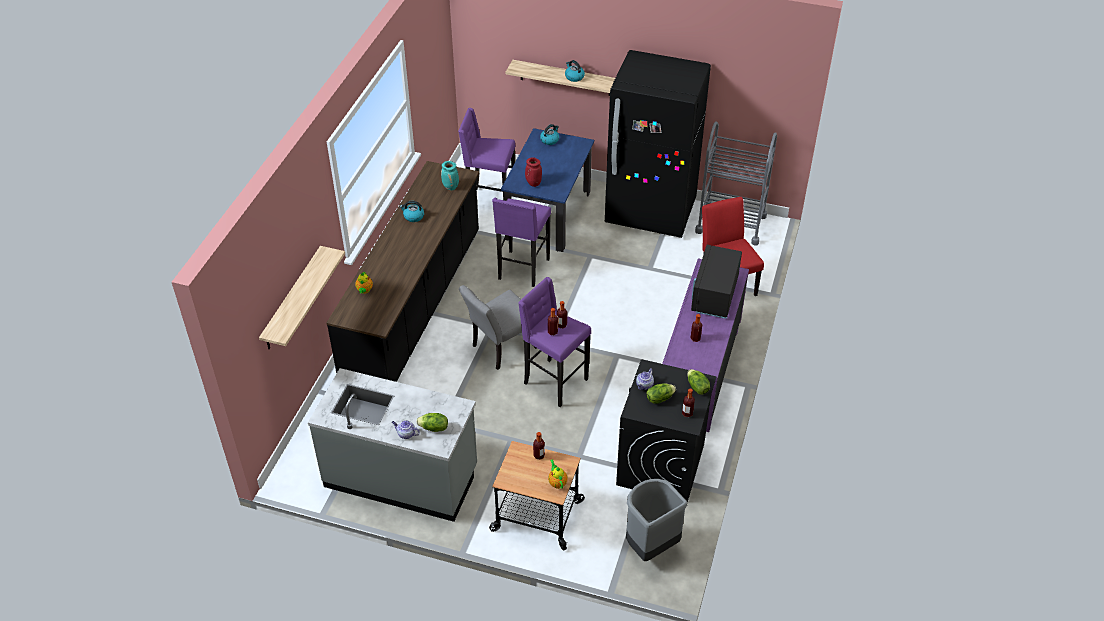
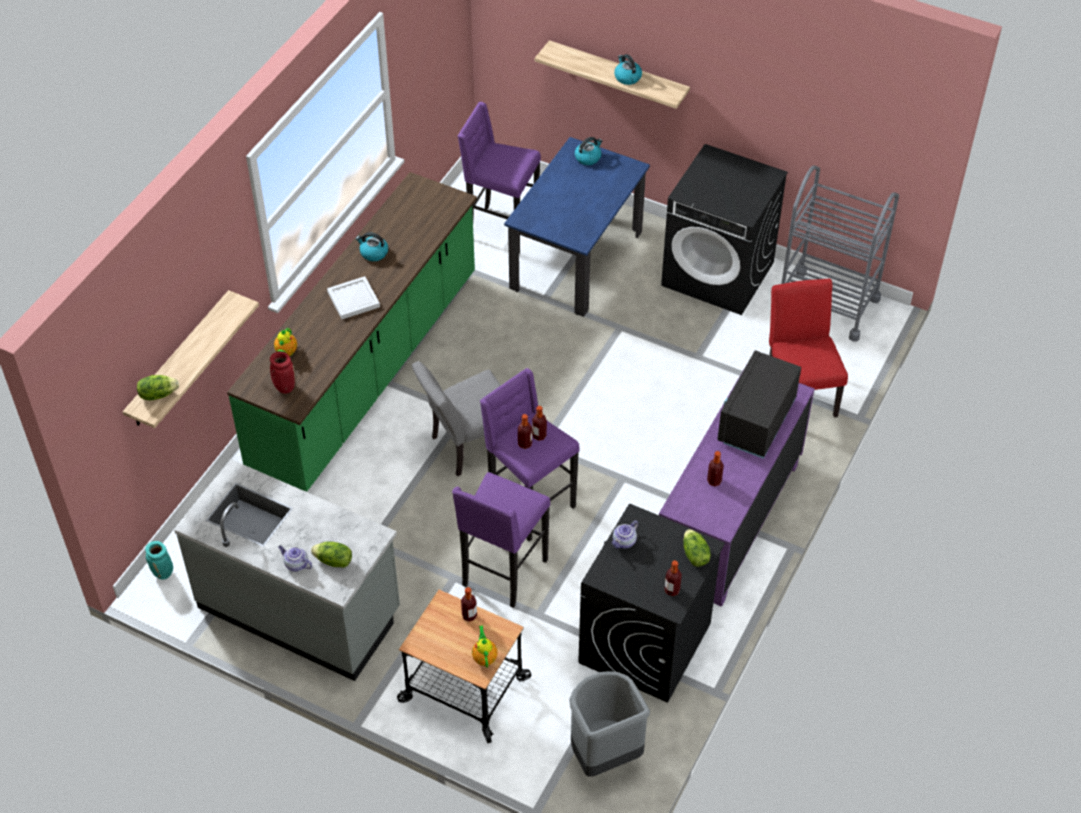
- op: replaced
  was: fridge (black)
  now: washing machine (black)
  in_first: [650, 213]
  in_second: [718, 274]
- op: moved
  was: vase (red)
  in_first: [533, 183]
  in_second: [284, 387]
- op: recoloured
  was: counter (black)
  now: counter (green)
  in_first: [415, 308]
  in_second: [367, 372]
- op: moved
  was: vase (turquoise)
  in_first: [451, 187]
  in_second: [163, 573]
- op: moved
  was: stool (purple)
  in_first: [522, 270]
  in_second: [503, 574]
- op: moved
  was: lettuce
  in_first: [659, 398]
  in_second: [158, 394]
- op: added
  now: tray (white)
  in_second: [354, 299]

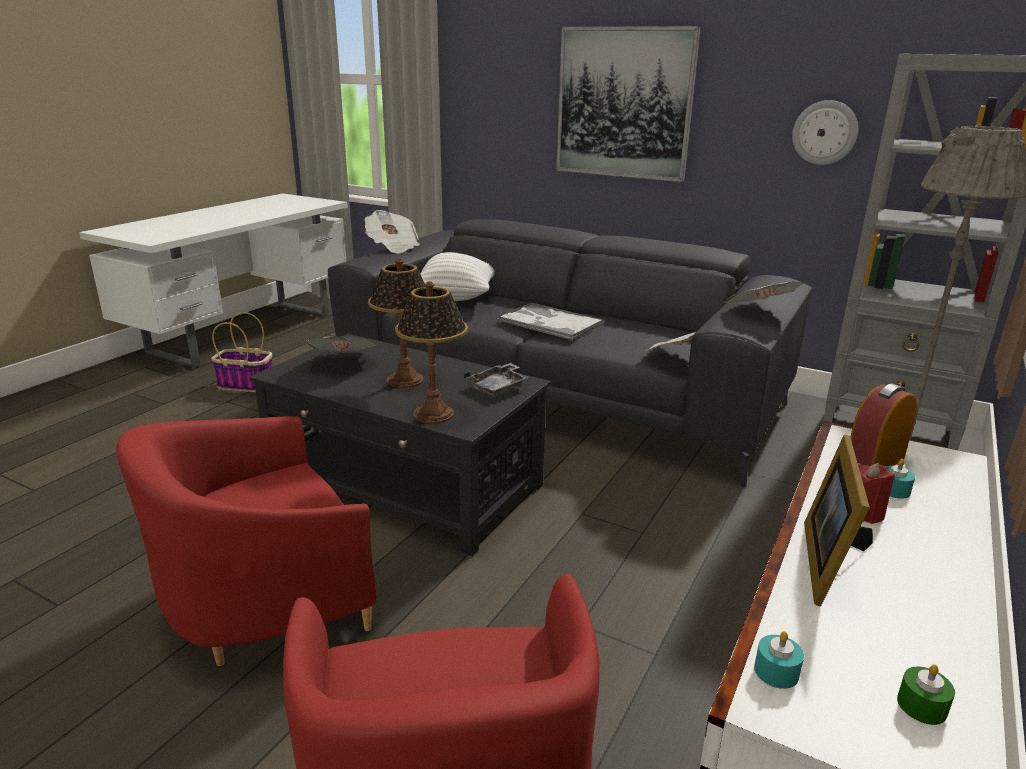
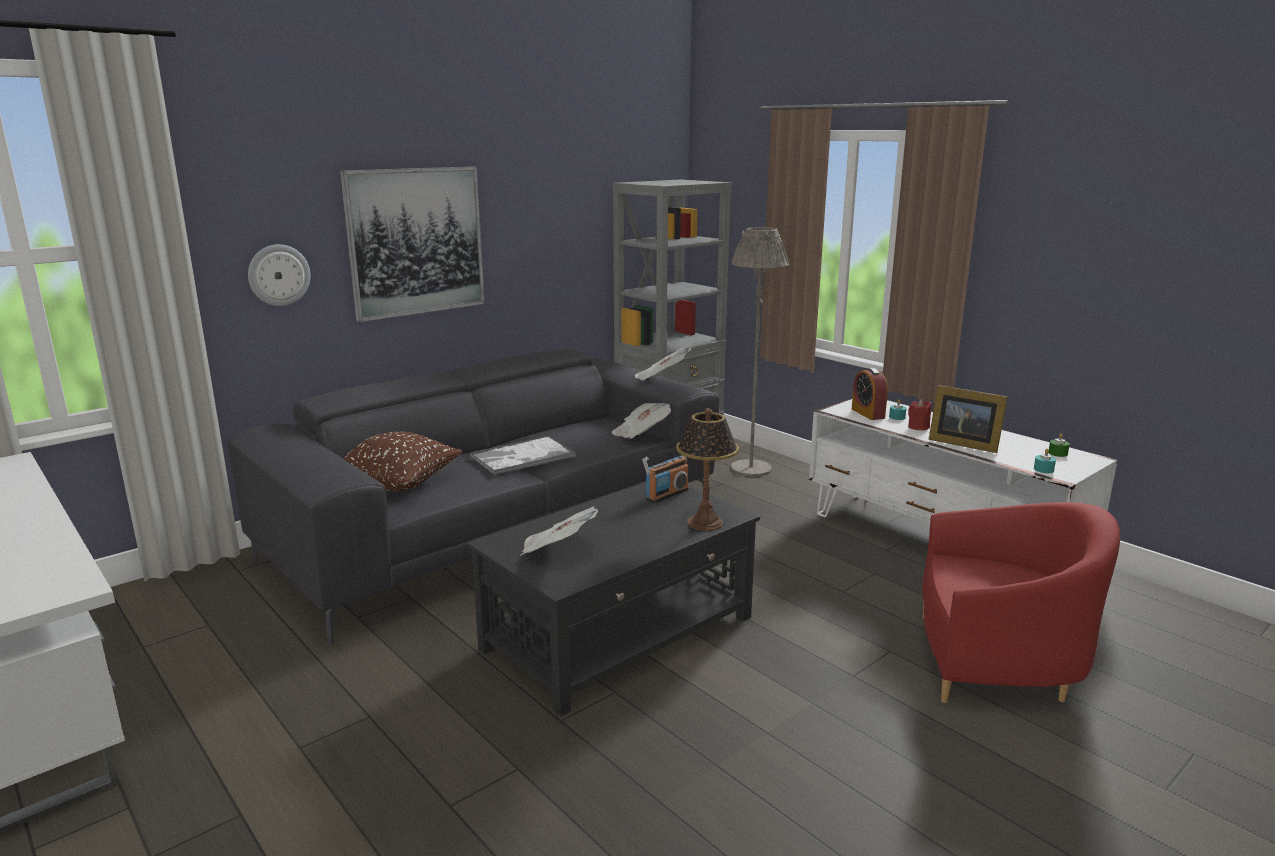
- op: moved
  was: wall clock
  in_first: [825, 132]
  in_second: [278, 275]
- op: removed
  was: newspaper
  in_first: [392, 247]
- op: recoloured
  was: pillow (white)
  now: pillow (brown)
  in_first: [455, 298]
  in_second: [399, 483]
- op: removed
  was: table lamp
  in_first: [404, 380]
- op: removed
  was: basket
  in_first: [247, 385]
- op: replaced
  was: tray (grey)
  now: radio
  in_first: [498, 387]
  in_second: [666, 494]
- op: removed
  was: armchair (red)
  in_first: [266, 601]

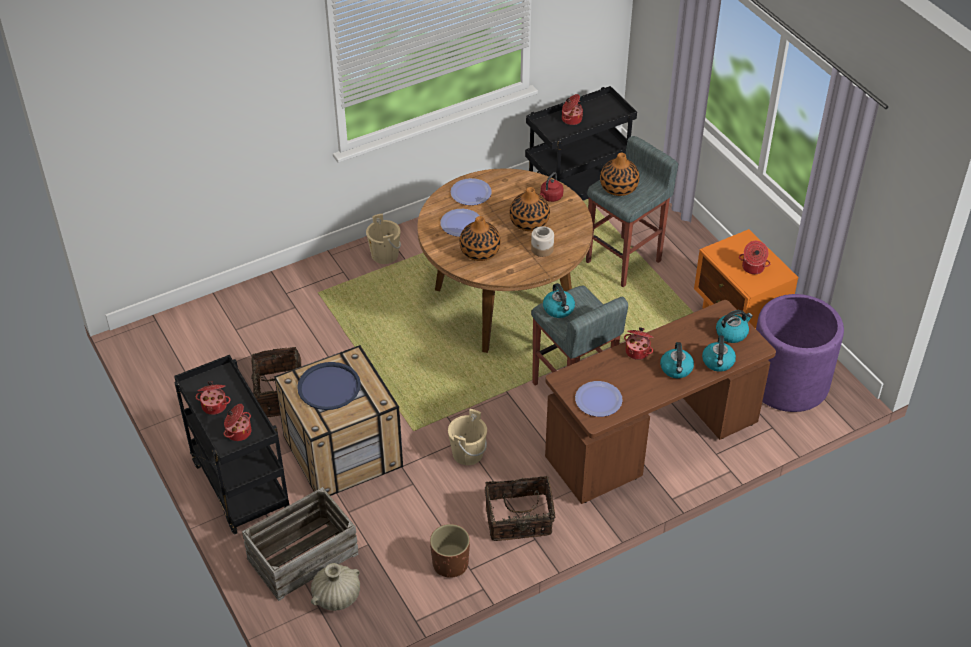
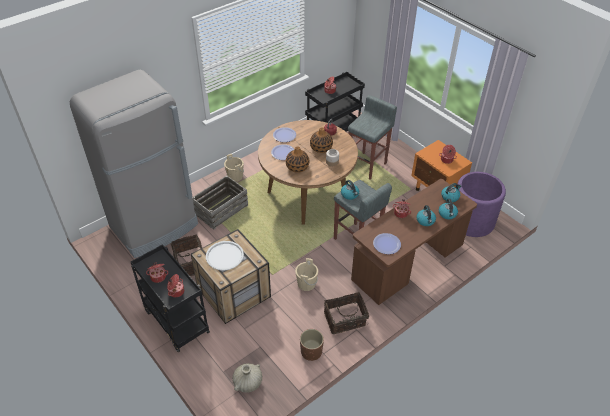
- op: removed
  was: vase
  in_first: [618, 187]
- op: recoloured
  was: tray (blue)
  now: tray (white)
  in_first: [329, 387]
  in_second: [224, 256]
- op: moved
  was: crate
  in_first: [303, 557]
  in_second: [221, 210]
- op: added
  now: fridge (grey)
  in_second: [155, 226]

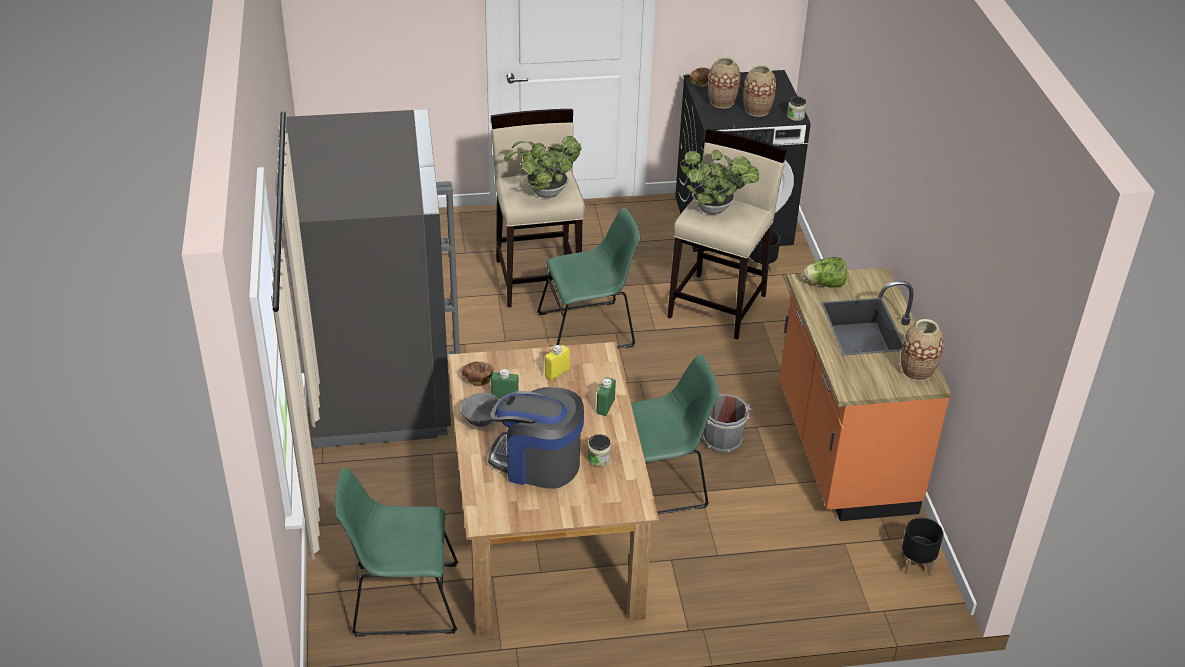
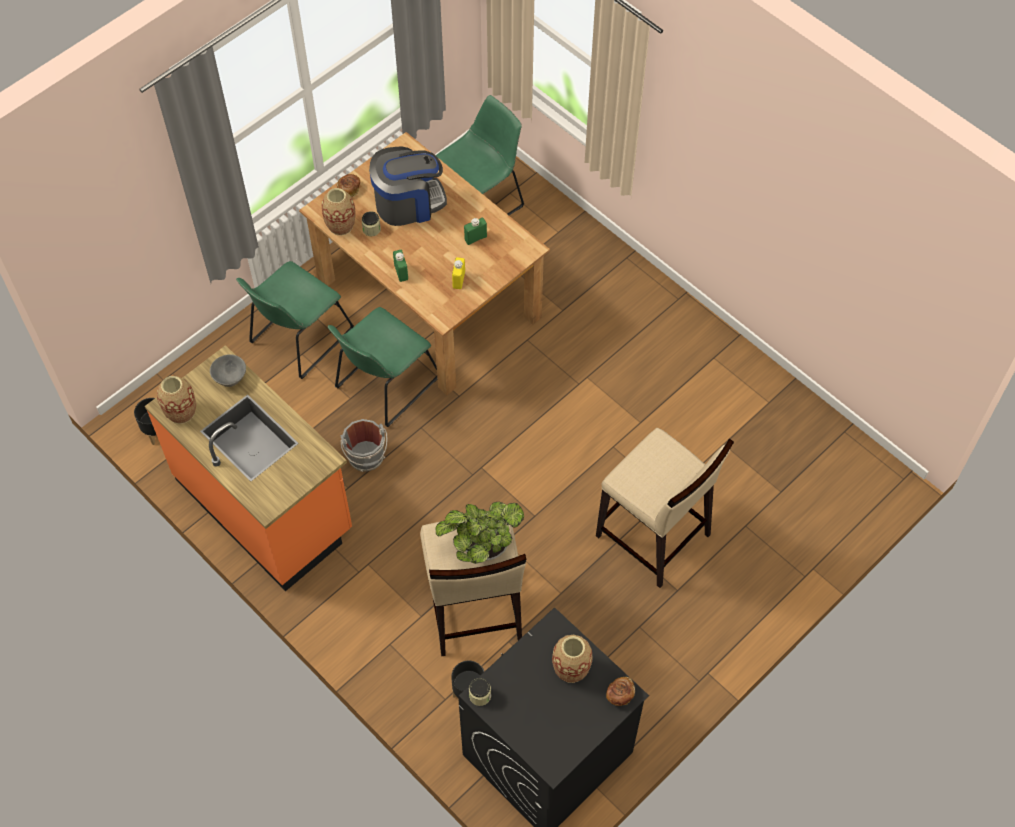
- op: moved
  was: vase
  in_first: [757, 110]
  in_second: [340, 225]
- op: removed
  was: fridge (grey)
  in_first: [381, 383]
- op: removed
  was: potted plant
  in_first: [544, 193]
- op: moved
  was: chair (green)
  in_first: [590, 329]
  in_second: [298, 338]
- op: removed
  was: lettuce
  in_first: [825, 284]
- op: moved
  was: bread
  in_first: [477, 378]
  in_second: [349, 189]
- op: moved
  was: bowl (grey)
  in_first: [480, 420]
  in_second: [231, 378]

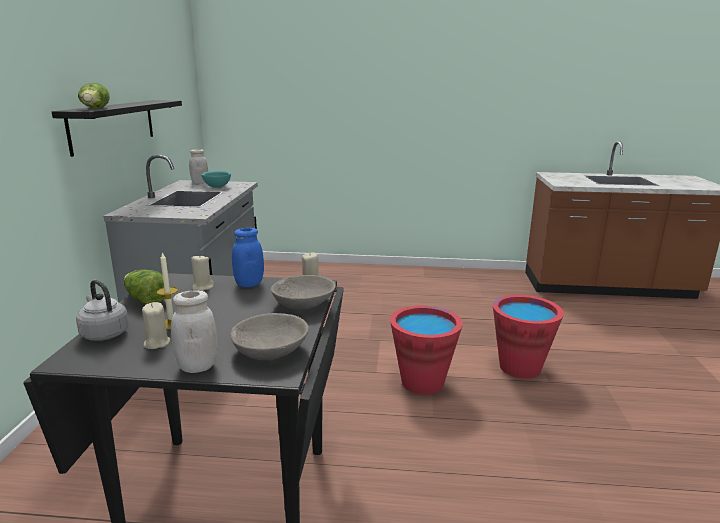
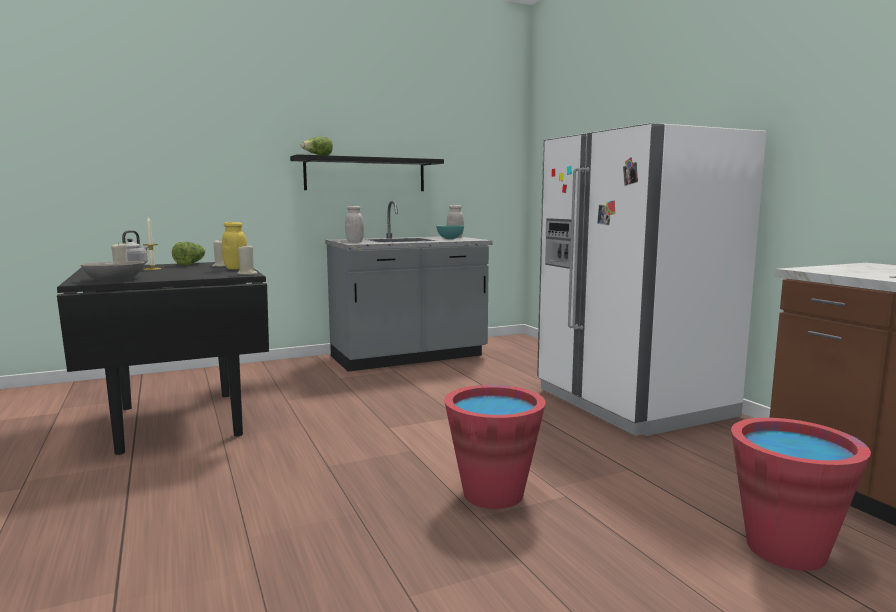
- op: recoloured
  was: jar (blue)
  now: jar (yellow)
  in_first: [249, 284]
  in_second: [236, 268]
- op: removed
  was: bowl (grey)
  in_first: [303, 303]
- op: moved
  was: jar (white)
  in_first: [198, 366]
  in_second: [354, 242]
- op: moved
  was: bucket (red)
  in_first: [422, 382]
  in_second: [786, 549]
- op: added
  now: fridge (white)
  in_second: [632, 403]

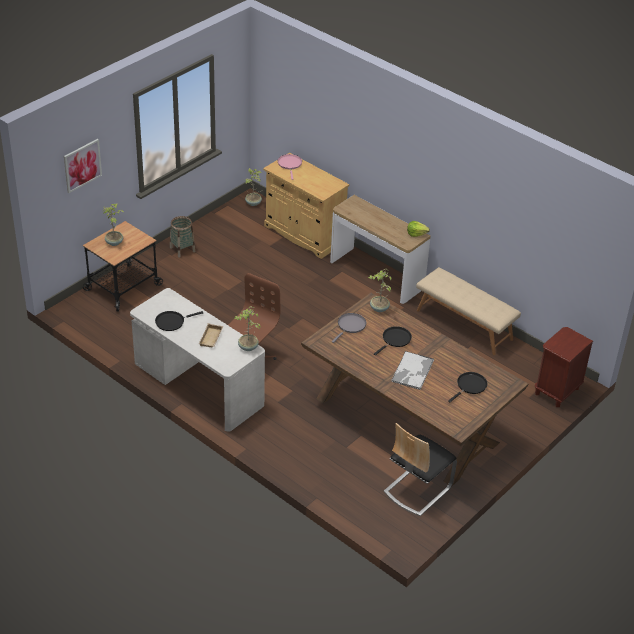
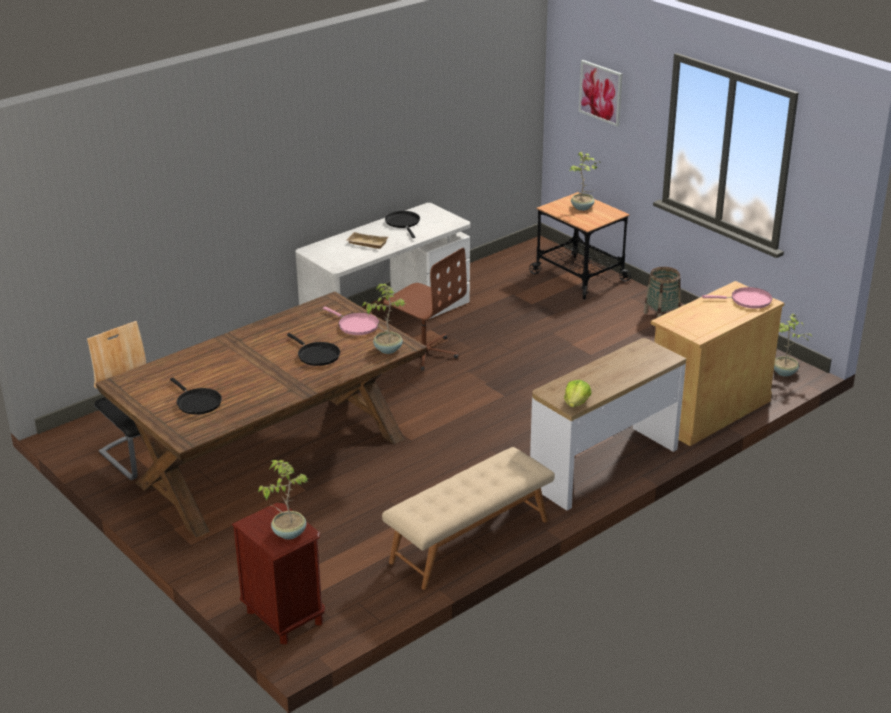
- op: moved
  was: potted plant
  in_first: [248, 347]
  in_second: [288, 533]
- op: recoloured
  was: frying pan (grey)
  now: frying pan (pink)
  in_first: [350, 326]
  in_second: [356, 325]
- op: removed
  was: tray
  in_first: [412, 371]

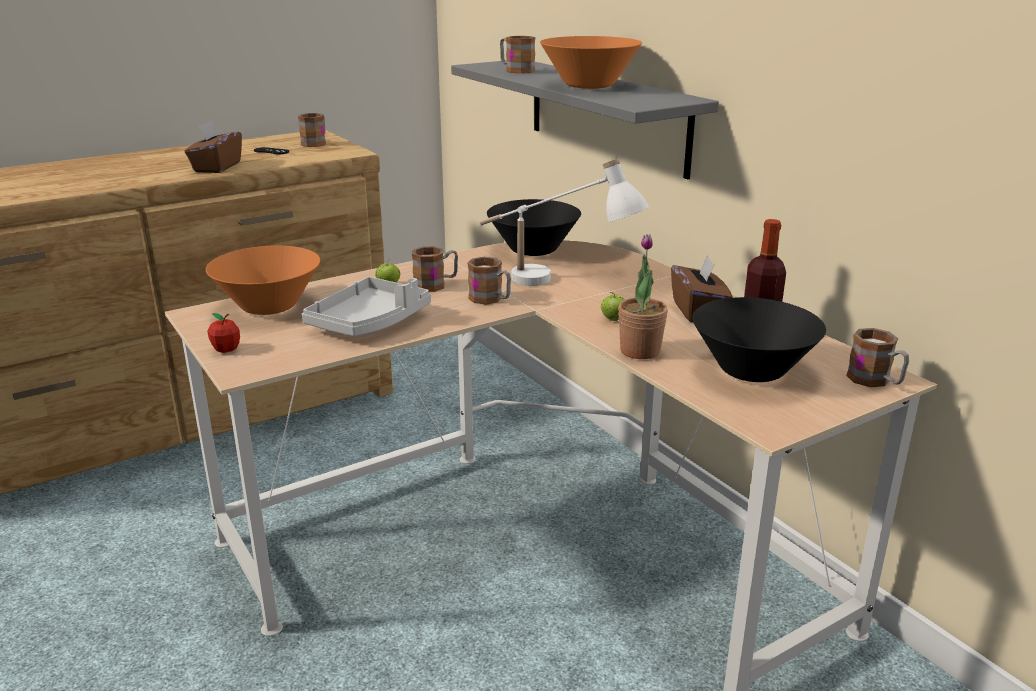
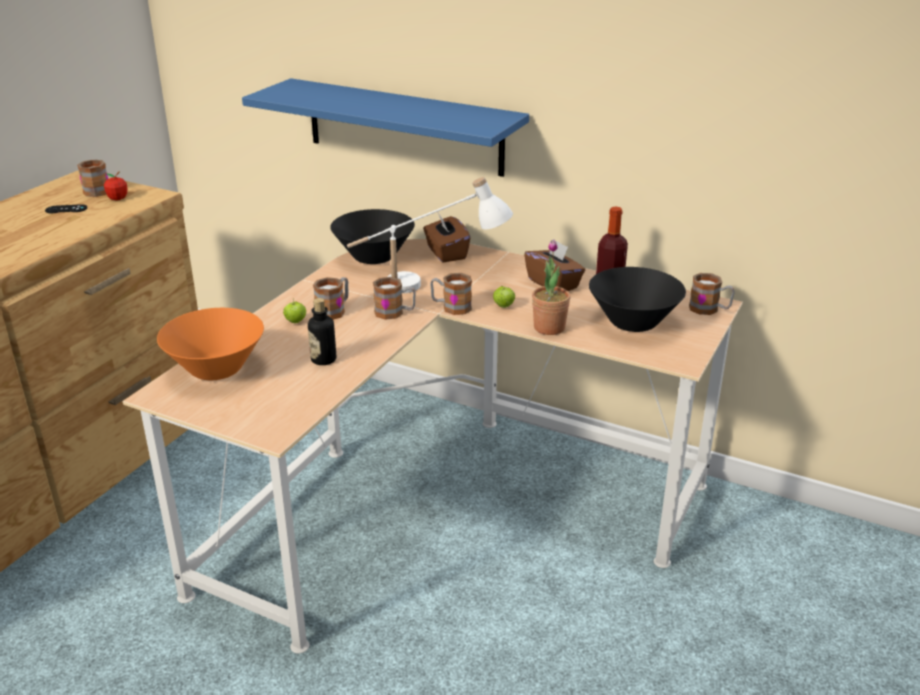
- op: moved
  was: mug
  in_first: [515, 70]
  in_second: [451, 307]
- op: removed
  was: bowl (orange)
  in_first: [589, 85]
- op: recoloured
  was: shelf (grey)
  now: shelf (blue)
  in_first: [606, 115]
  in_second: [404, 127]
- op: moved
  was: tissue box (brown)
  in_first: [216, 167]
  in_second: [446, 253]
- op: replaced
  was: tray (grey)
  now: bottle
  in_first: [370, 322]
  in_second: [323, 359]
- op: moved
  was: apple
  in_first: [226, 349]
  in_second: [117, 198]

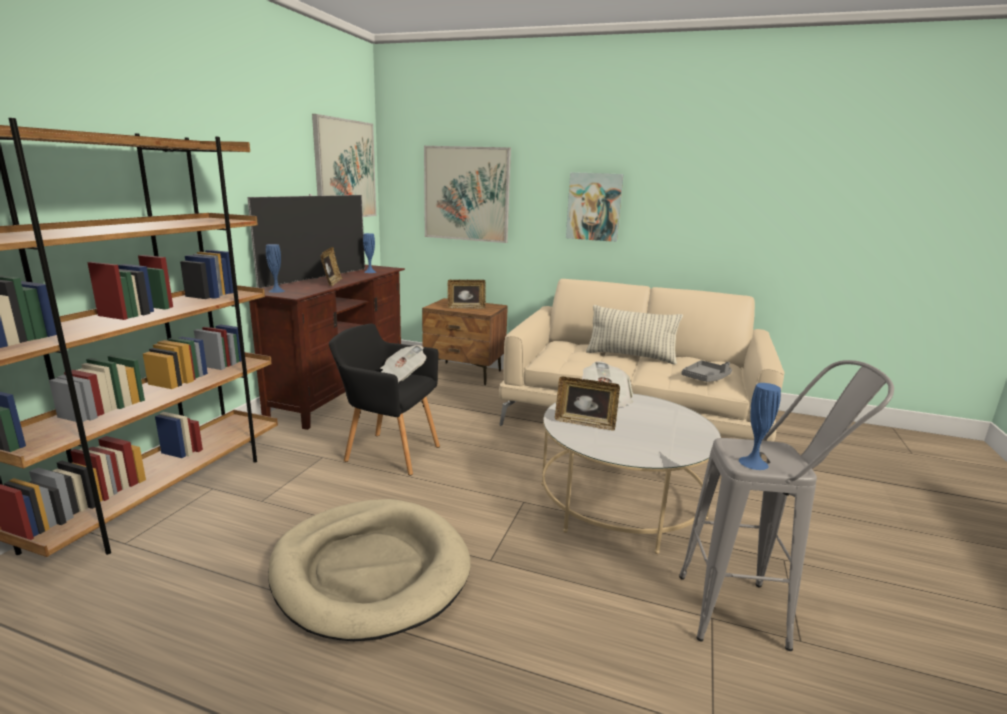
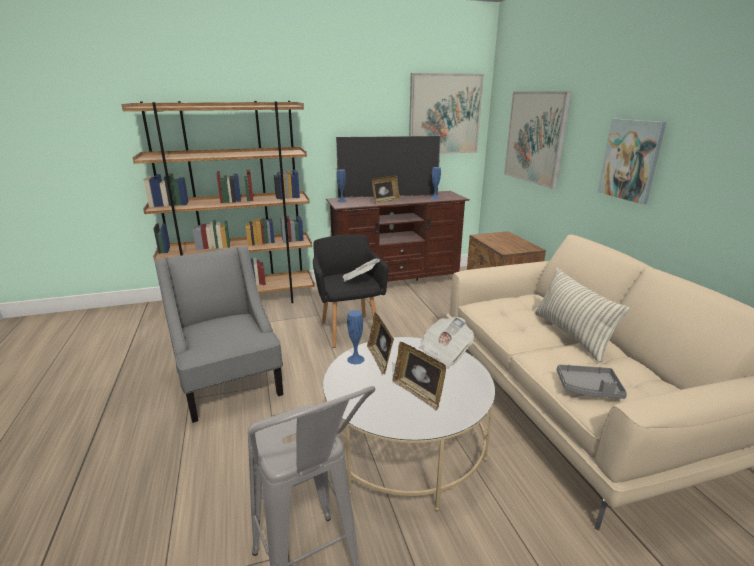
- op: moved
  was: picture frame
  in_first: [466, 307]
  in_second: [418, 393]
- op: moved
  was: vase (blue)
  in_first: [753, 463]
  in_second: [355, 359]
- op: replaced
  was: dog bed (beige)
  now: armchair (grey)
  in_first: [370, 570]
  in_second: [229, 380]

